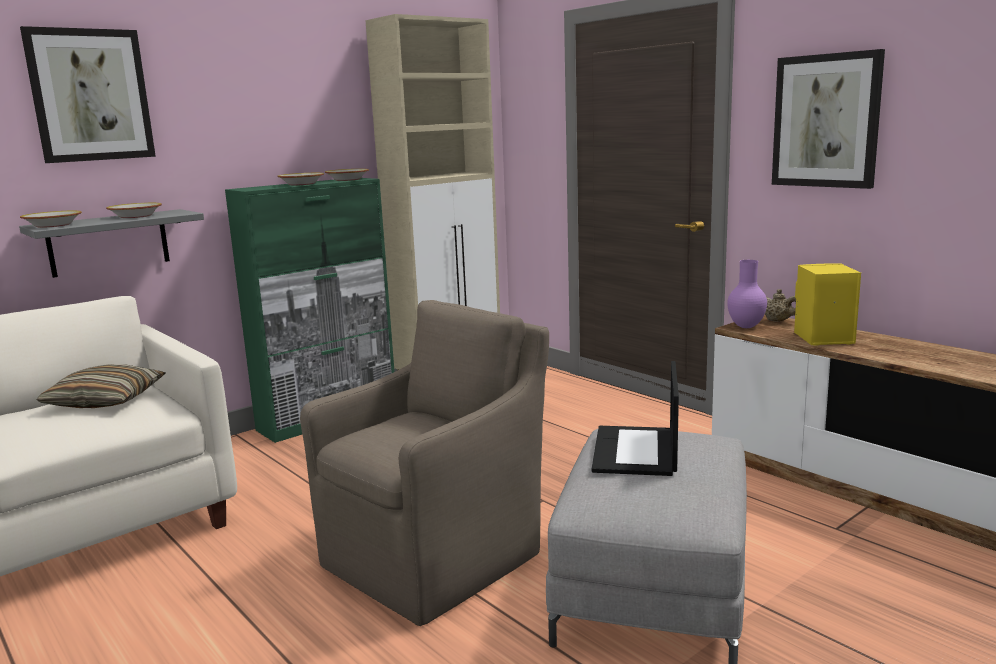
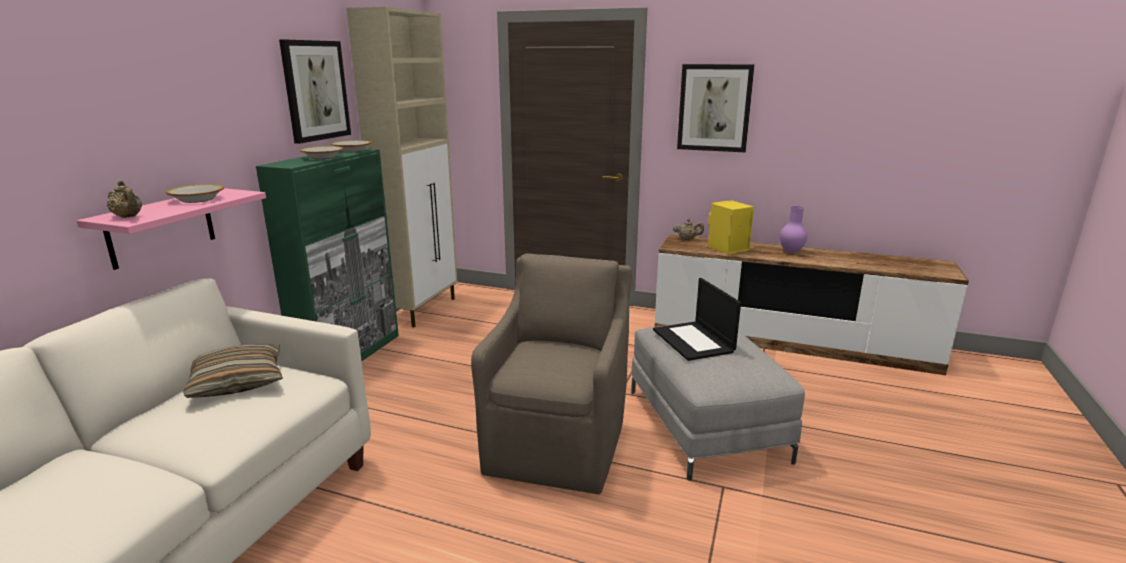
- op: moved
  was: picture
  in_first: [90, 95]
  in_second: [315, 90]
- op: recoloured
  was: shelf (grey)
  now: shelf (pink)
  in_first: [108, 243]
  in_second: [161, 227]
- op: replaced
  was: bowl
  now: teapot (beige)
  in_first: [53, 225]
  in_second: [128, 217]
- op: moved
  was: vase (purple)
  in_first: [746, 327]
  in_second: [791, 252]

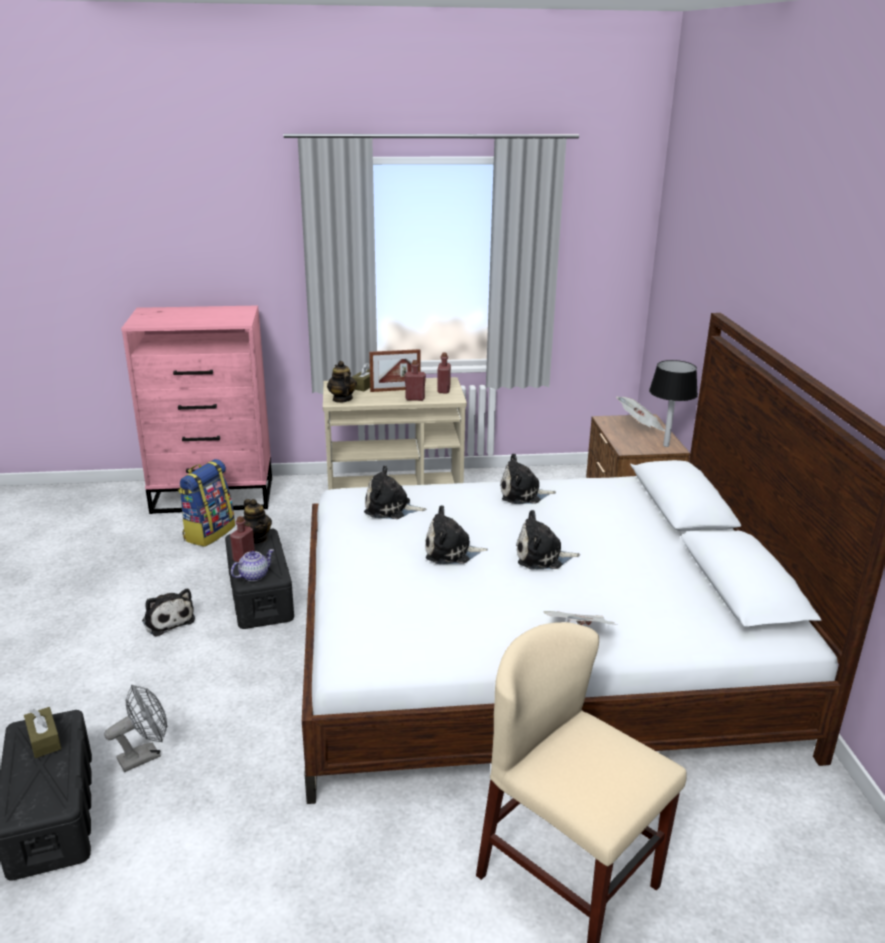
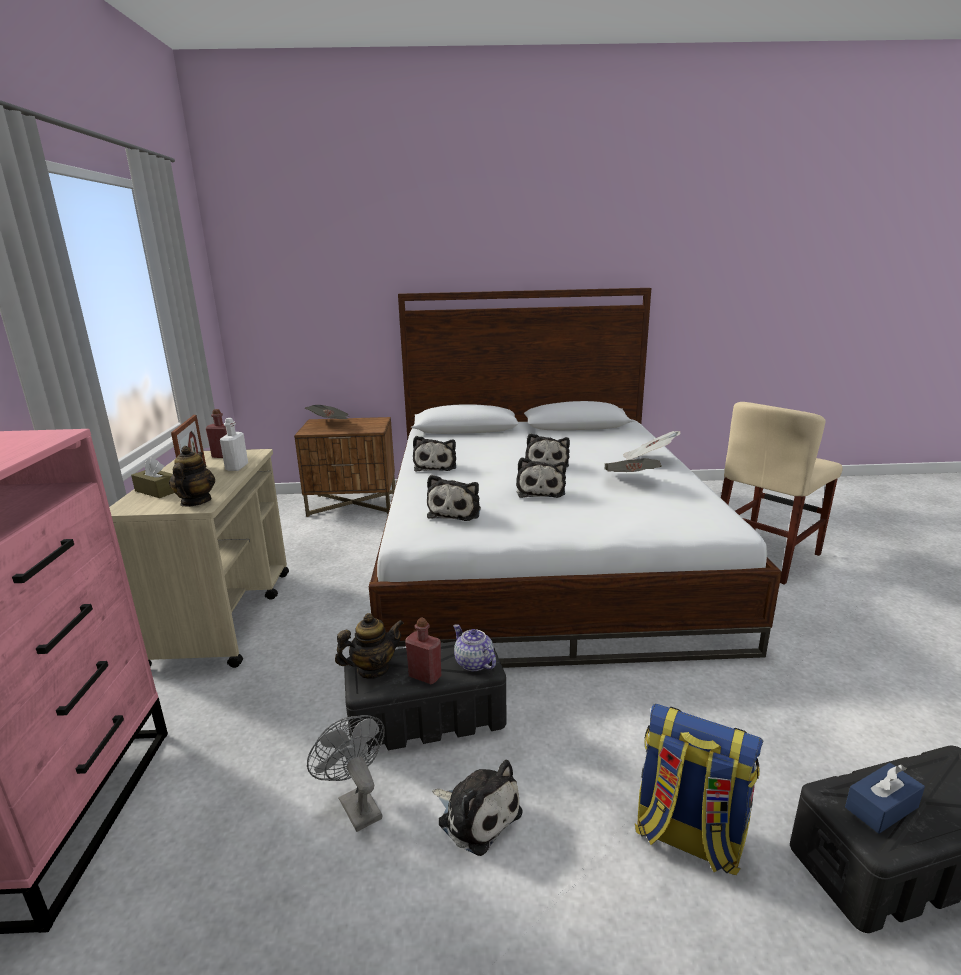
- op: recoloured
  was: bottle (red)
  now: bottle (white)
  in_first: [415, 398]
  in_second: [237, 467]
- op: removed
  was: table lamp (black)
  in_first: [665, 445]
- op: turned
  was: teapot
  in_first: [342, 399]
  in_second: [195, 502]
  clockwise: 105
- op: moved
  was: backpack
  in_first: [209, 533]
  in_second: [687, 837]
- op: turned
  was: plush toy
  in_first: [167, 620]
  in_second: [476, 815]
  clockwise: 75
- op: moved
  was: fan (grey)
  in_first: [145, 755]
  in_second: [356, 804]
- op: recoloured
  was: tissue box (brown)
  now: tissue box (blue)
  in_first: [44, 739]
  in_second: [881, 807]
- op: added
  now: newspaper
  in_second: [631, 481]

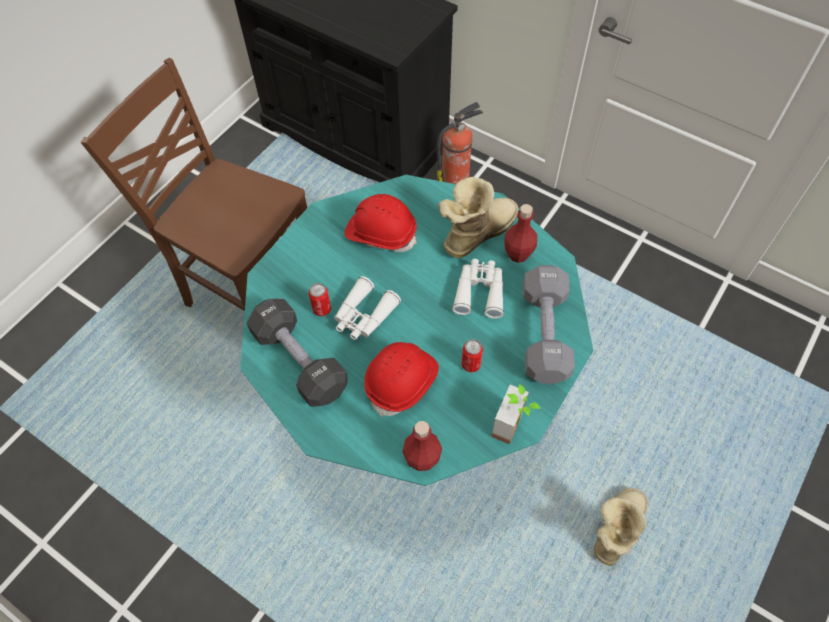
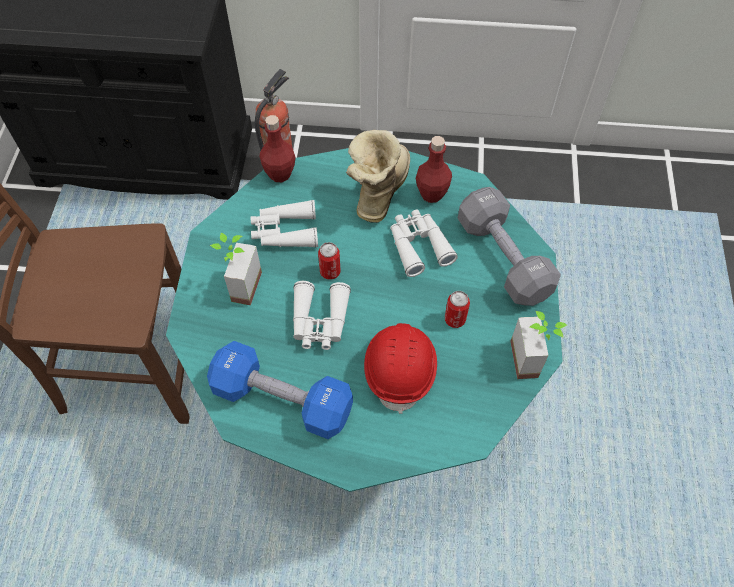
- op: replaced
  was: hard hat (red)
  now: binoculars (white)
  in_first: [381, 233]
  in_second: [284, 231]
- op: moved
  was: can
  in_first: [322, 309]
  in_second: [330, 272]
- op: recoloured
  was: dumbbell (black)
  now: dumbbell (blue)
  in_first: [299, 361]
  in_second: [282, 399]
- op: moved
  was: bottle (red)
  in_first: [422, 460]
  in_second: [280, 174]
- op: removed
  was: boot
  in_first: [614, 529]
- op: added
  now: potted plant
  in_second: [238, 285]

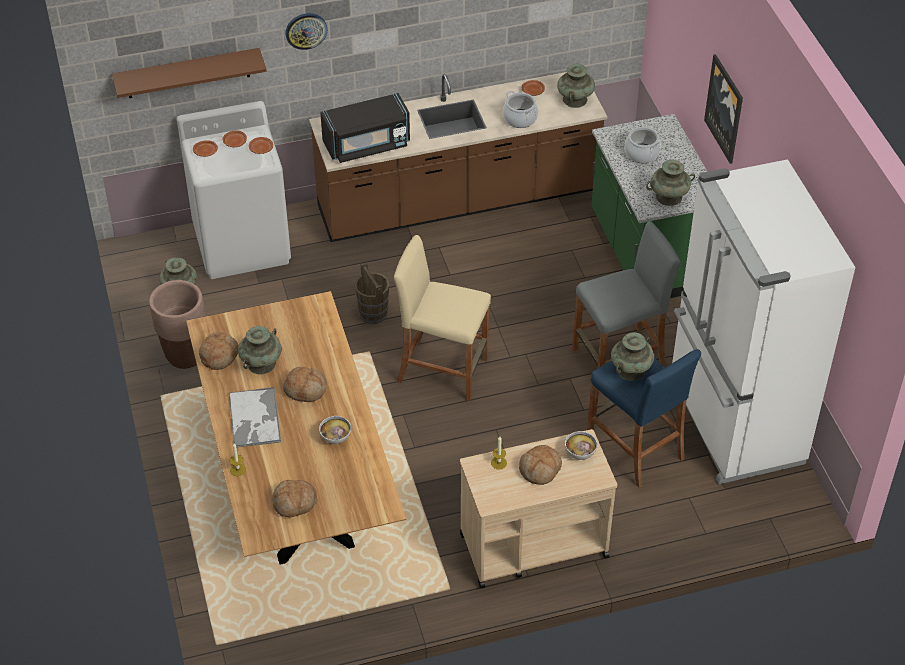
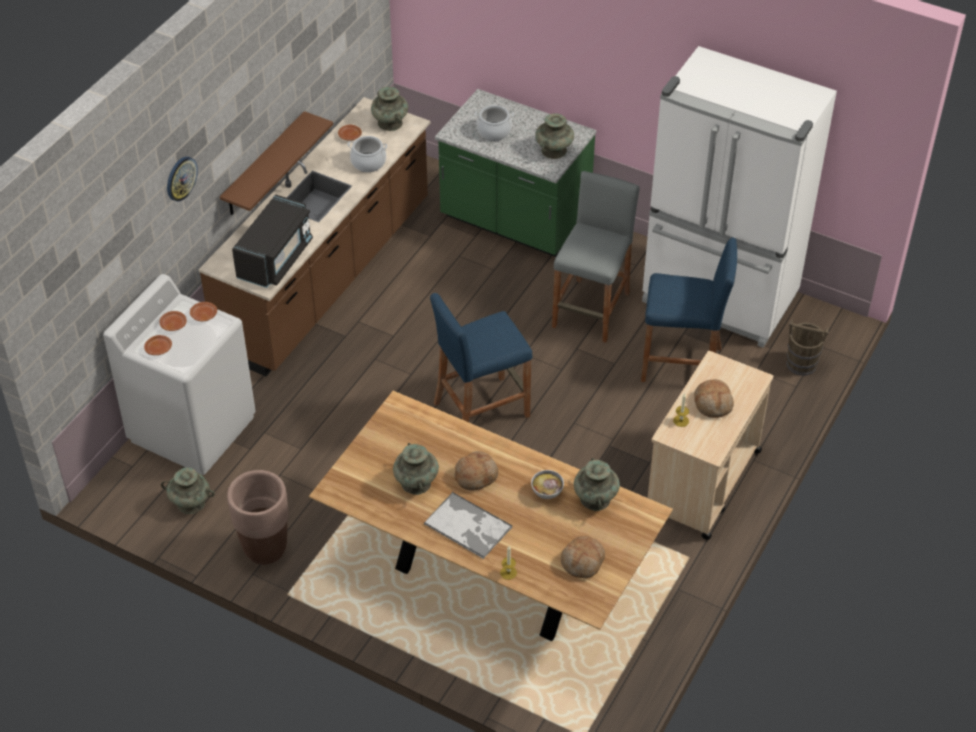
- op: moved
  was: shelf (brown)
  in_first: [188, 73]
  in_second: [264, 165]
- op: removed
  was: picture
  in_first: [725, 108]
- op: recoloured
  was: stool (beige)
  now: stool (blue)
  in_first: [443, 370]
  in_second: [481, 409]
- op: moved
  was: bucket (brown)
  in_first: [373, 313]
  in_second: [801, 364]
- op: removed
  was: bread
  in_first: [219, 355]
- op: moved
  was: vase (turquoise)
  in_first: [631, 370]
  in_second: [595, 498]
- op: removed
  was: bowl
  in_first: [579, 453]

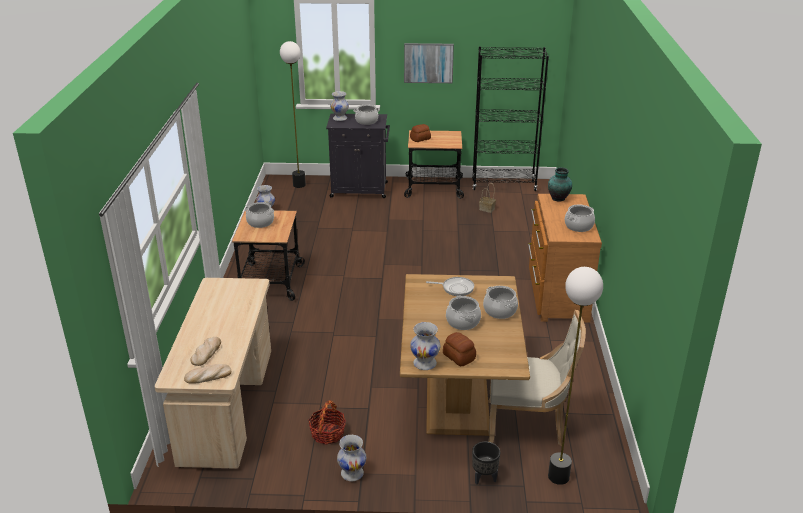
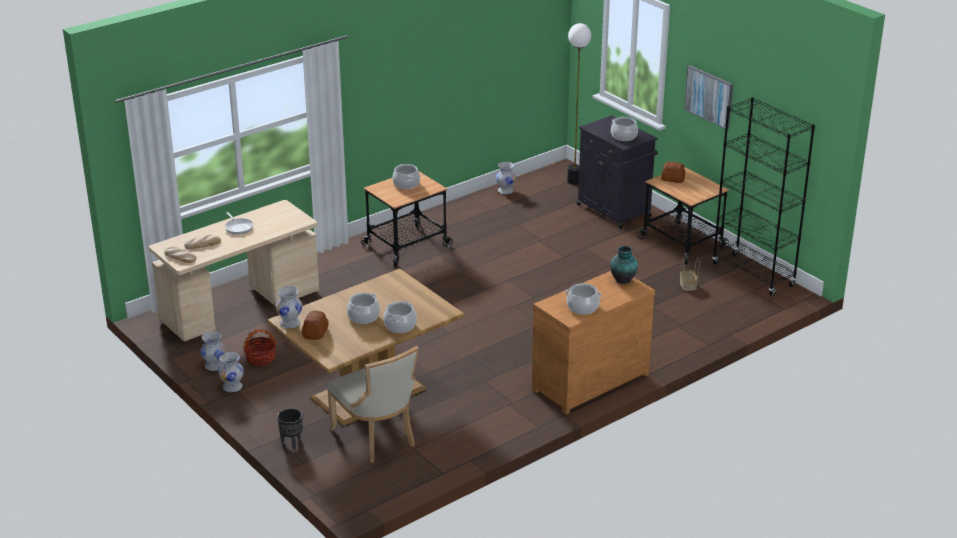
- op: moved
  was: vase (white)
  in_first: [340, 118]
  in_second: [214, 366]
- op: removed
  was: floor lamp
  in_first: [559, 476]
- op: moved
  was: frying pan
  in_first: [456, 288]
  in_second: [238, 227]

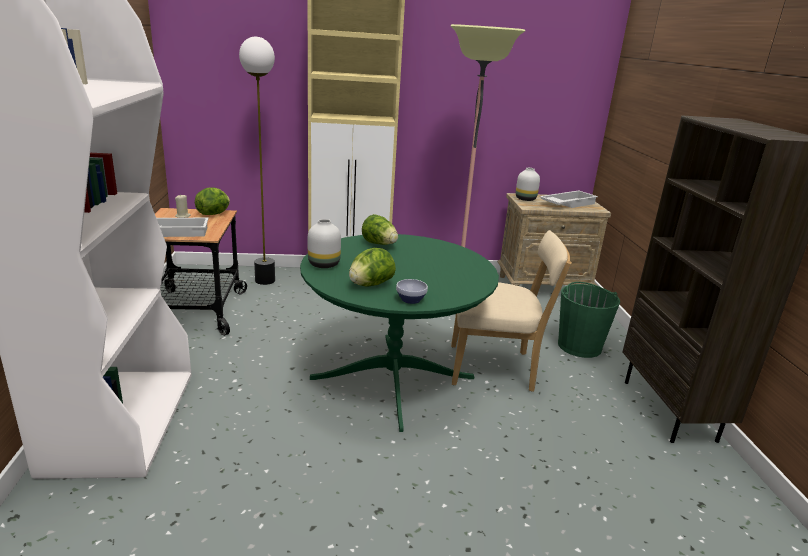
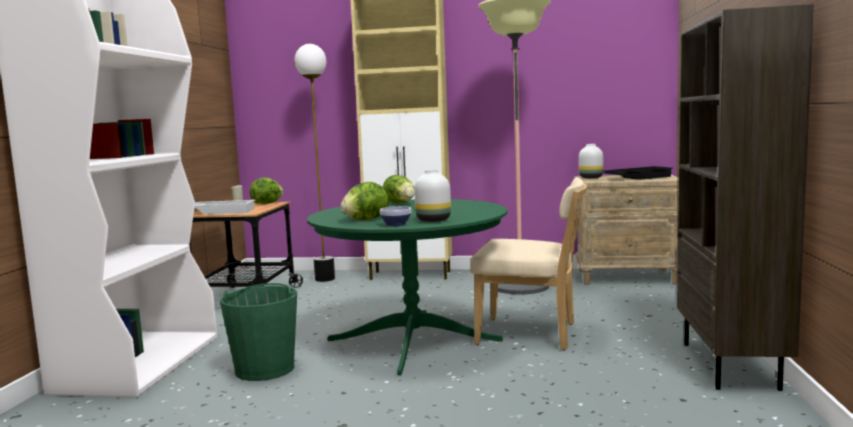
- op: recoloured
  was: tray (white)
  now: tray (black)
  in_first: [567, 203]
  in_second: [637, 178]
- op: moved
  was: vase (white)
  in_first: [324, 264]
  in_second: [433, 220]
- op: moved
  was: bucket (green)
  in_first: [579, 346]
  in_second: [265, 369]

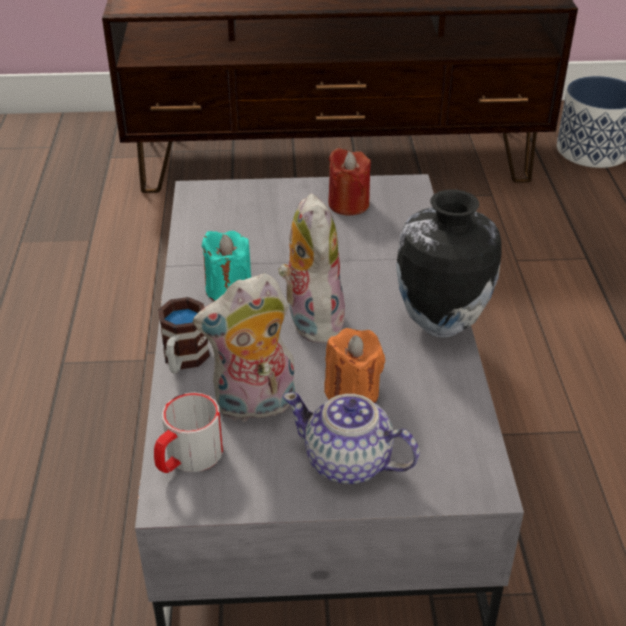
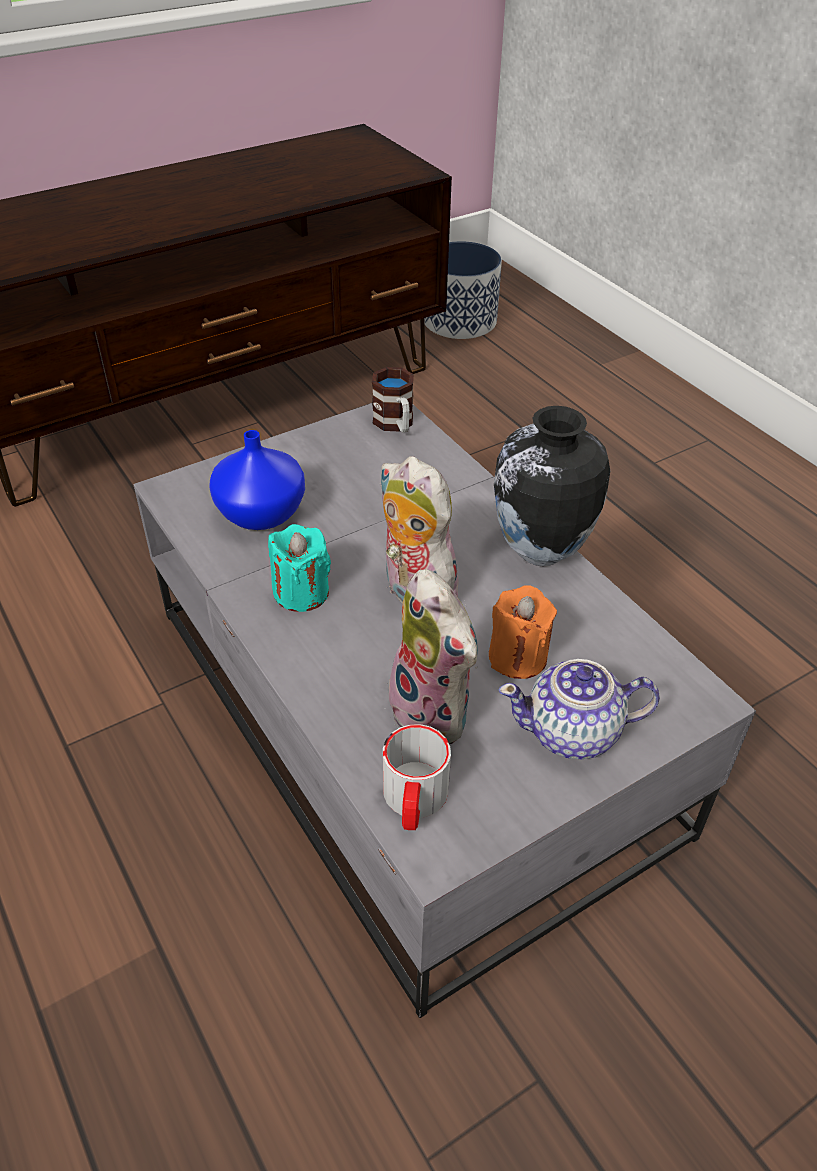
- op: removed
  was: candle (red)
  in_first: [348, 204]
- op: turned
  was: plush toy
  in_first: [254, 406]
  in_second: [435, 713]
  clockwise: -75
- op: moved
  was: mug
  in_first: [183, 360]
  in_second: [396, 424]
- op: added
  now: vase (blue)
  in_second: [262, 515]

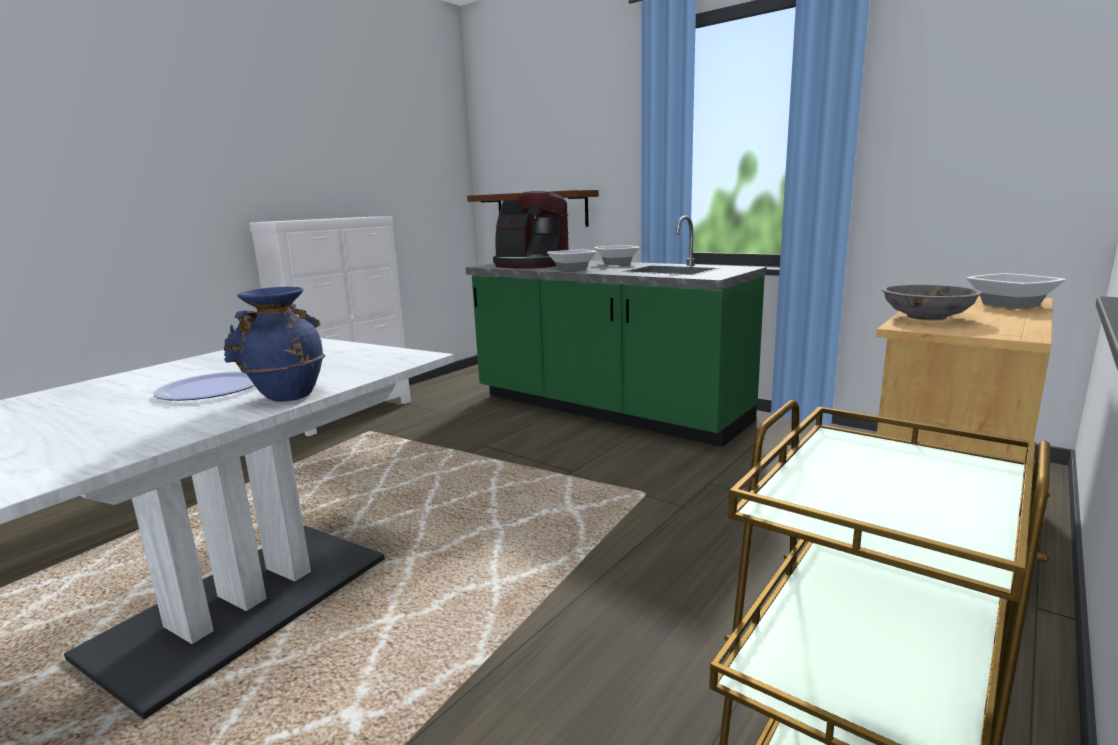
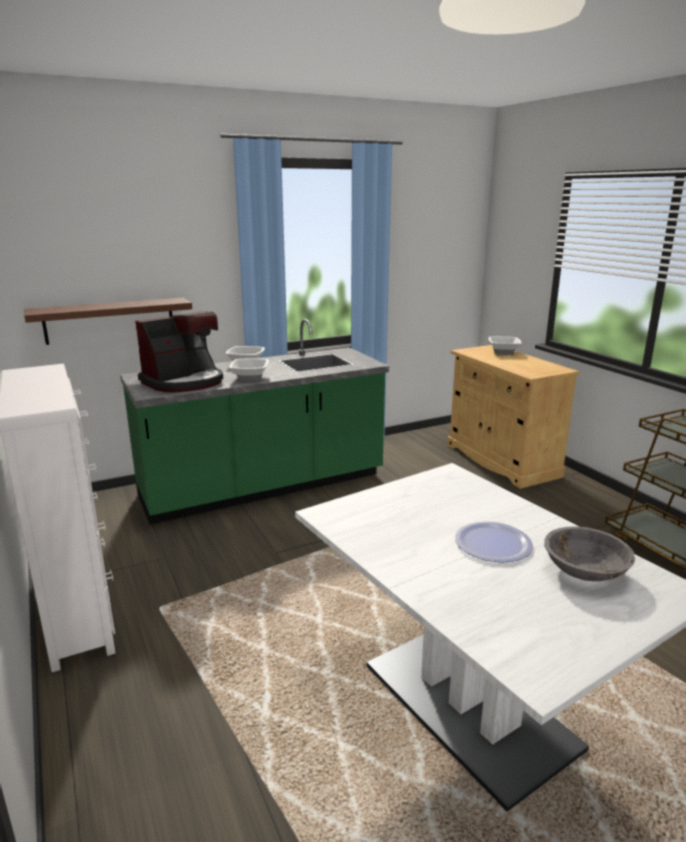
- op: moved
  was: bowl (grey)
  in_first: [926, 317]
  in_second: [585, 571]
- op: removed
  was: vase (blue)
  in_first: [287, 395]

